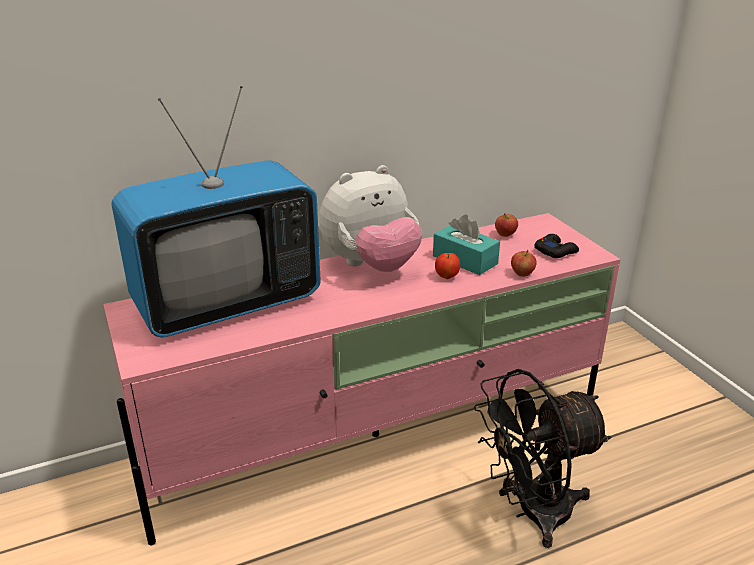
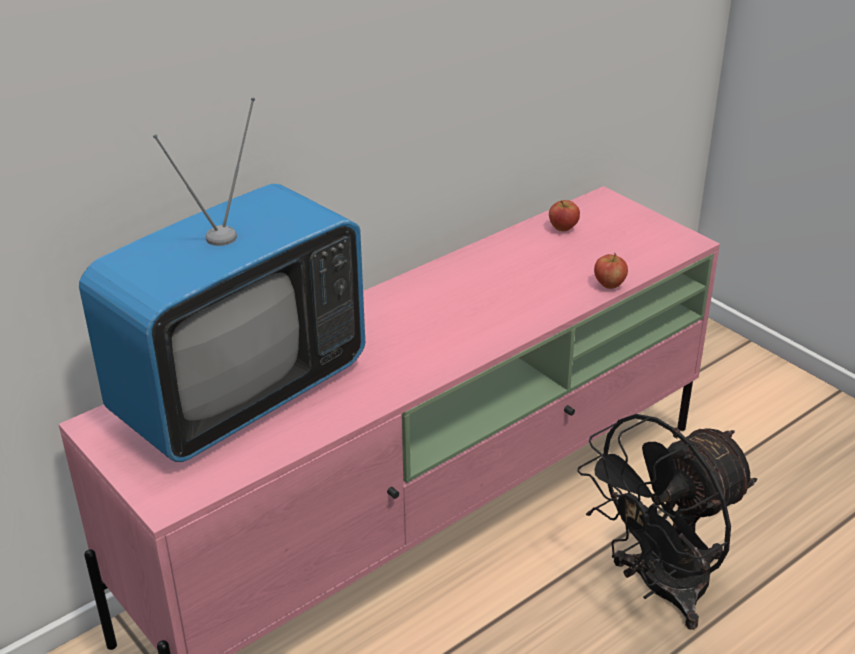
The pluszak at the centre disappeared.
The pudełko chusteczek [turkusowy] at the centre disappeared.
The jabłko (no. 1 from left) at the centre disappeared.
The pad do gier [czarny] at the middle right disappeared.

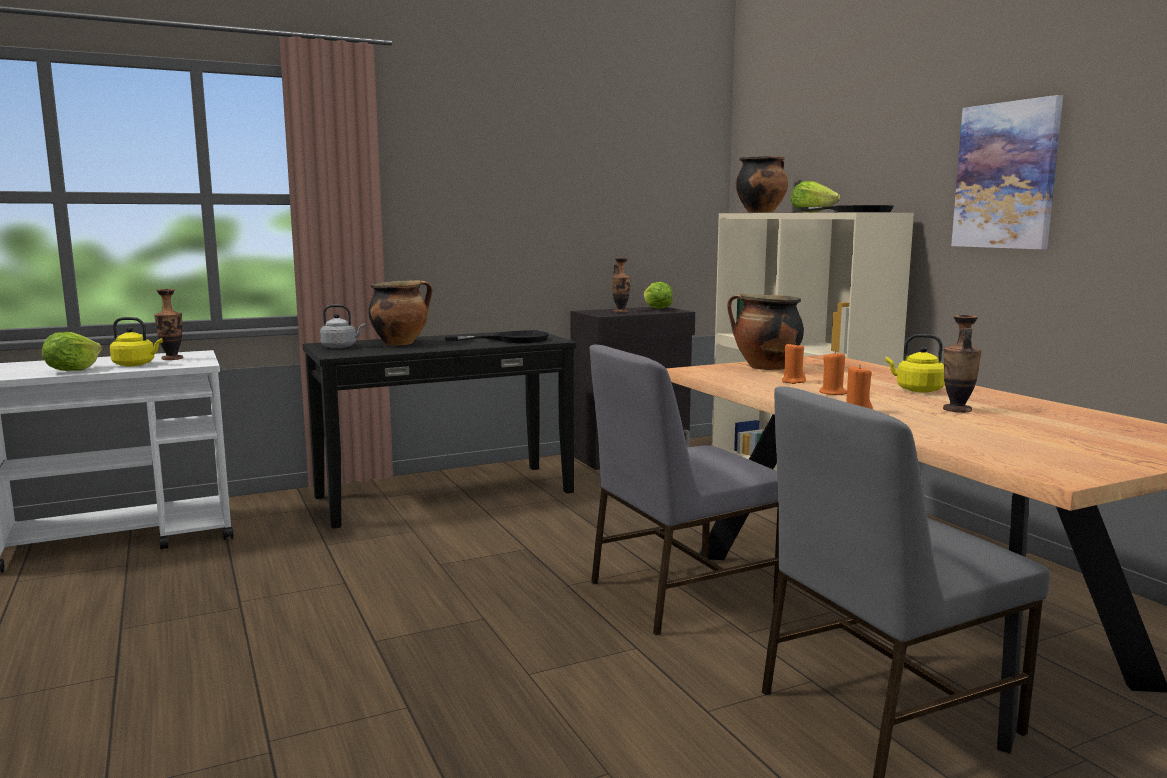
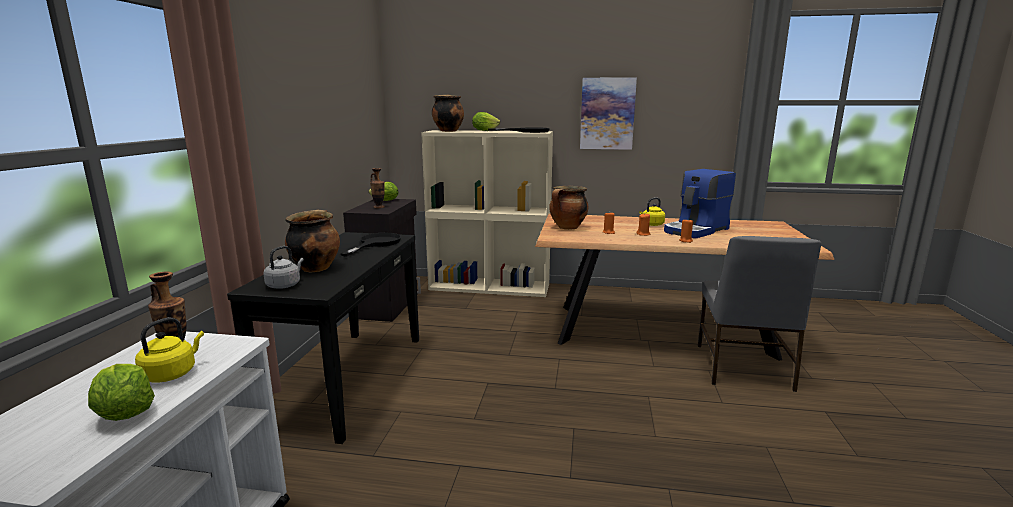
The krzesło [szary] (no. 1 from left) at the centre disappeared.
The wazon (no. 3 from left) at the middle right was replaced by the ekspres do kawy at the middle right.

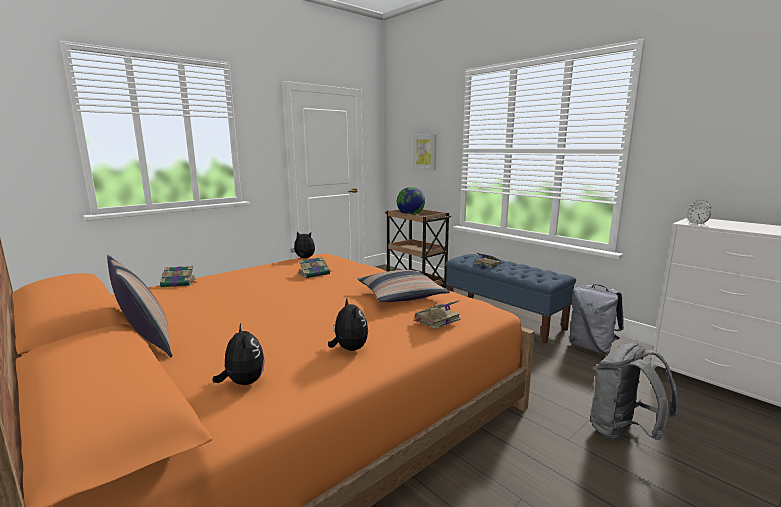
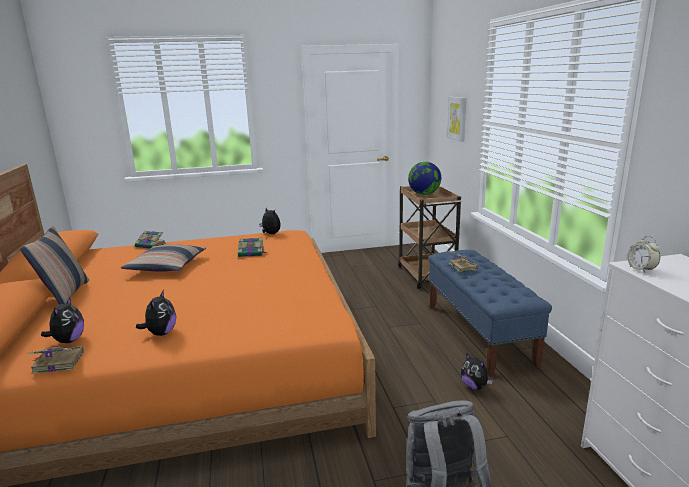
The poduszka (no. 2 from left) moved from the centre to the middle left.
The książka (no. 3 from left in the first image) moved from the centre to the bottom left.
The plecak [szary] (no. 1 from left) at the middle right disappeared.
The pluszak (no. 4 from left) at the bottom right appeared.

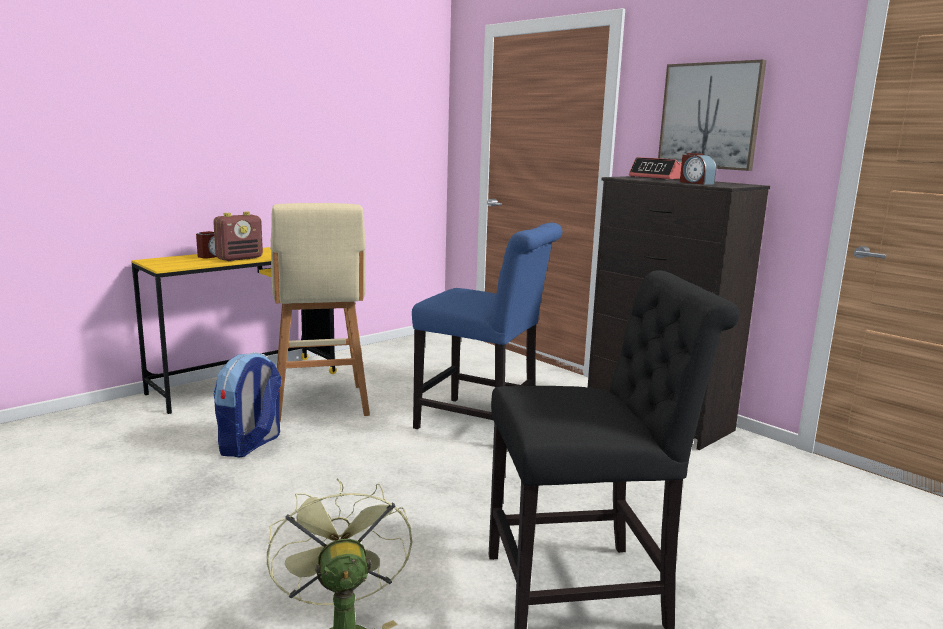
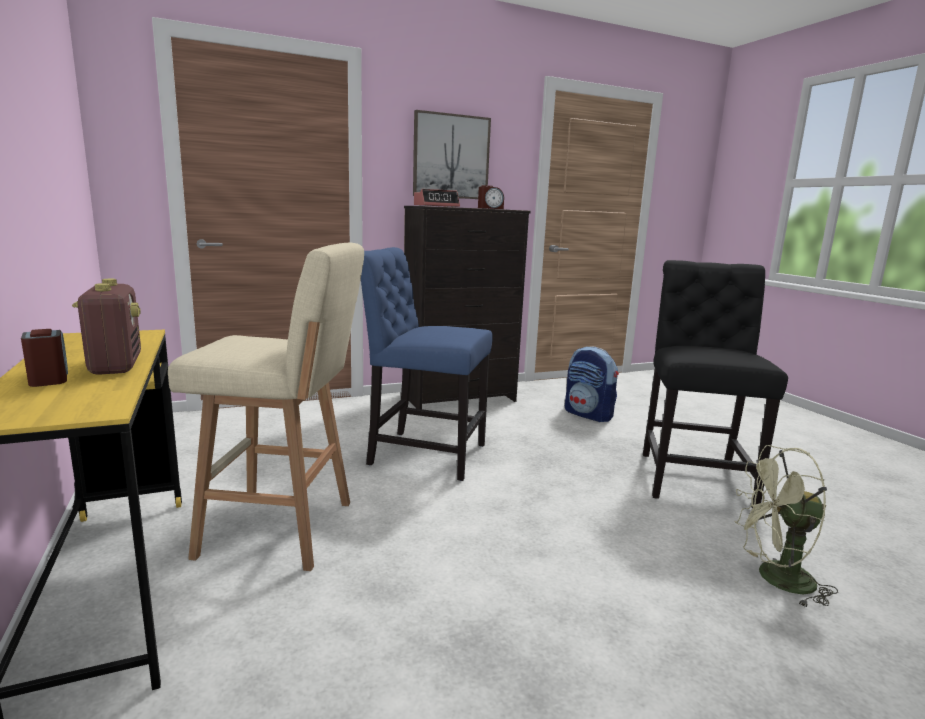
The plecak moved from the middle left to the centre.
The krzesło [niebieski] at the centre turned 120 degrees counterclockwise.

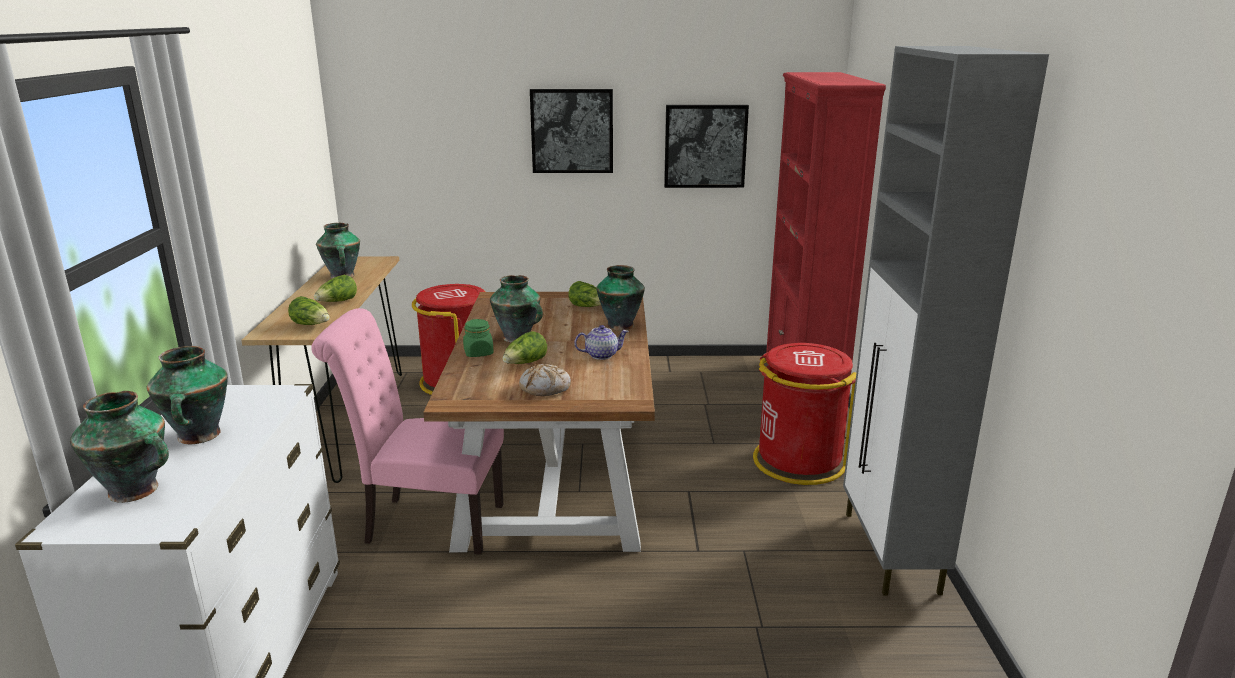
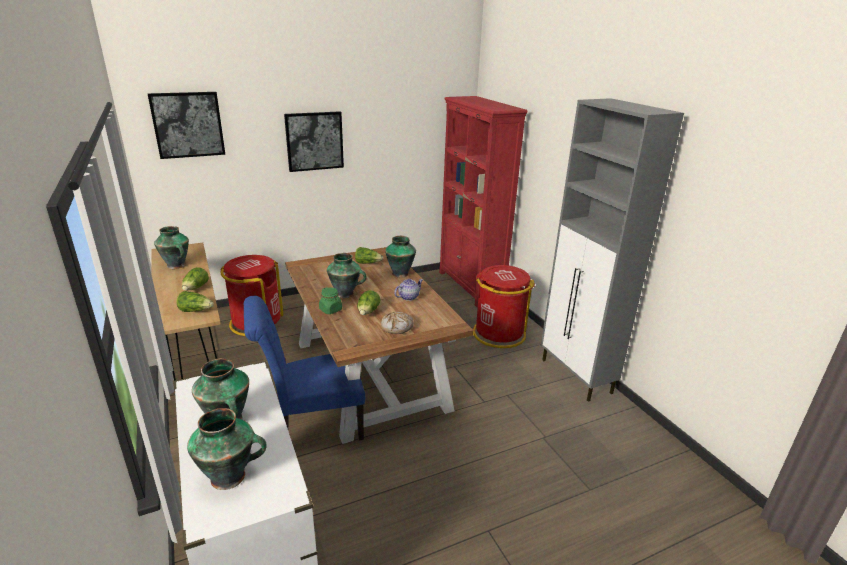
The krzesło [różowy] at the middle left became the krzesło [niebieski] at the centre.
The obraz (no. 2 from left in the first image) moved from the top centre to the top left.

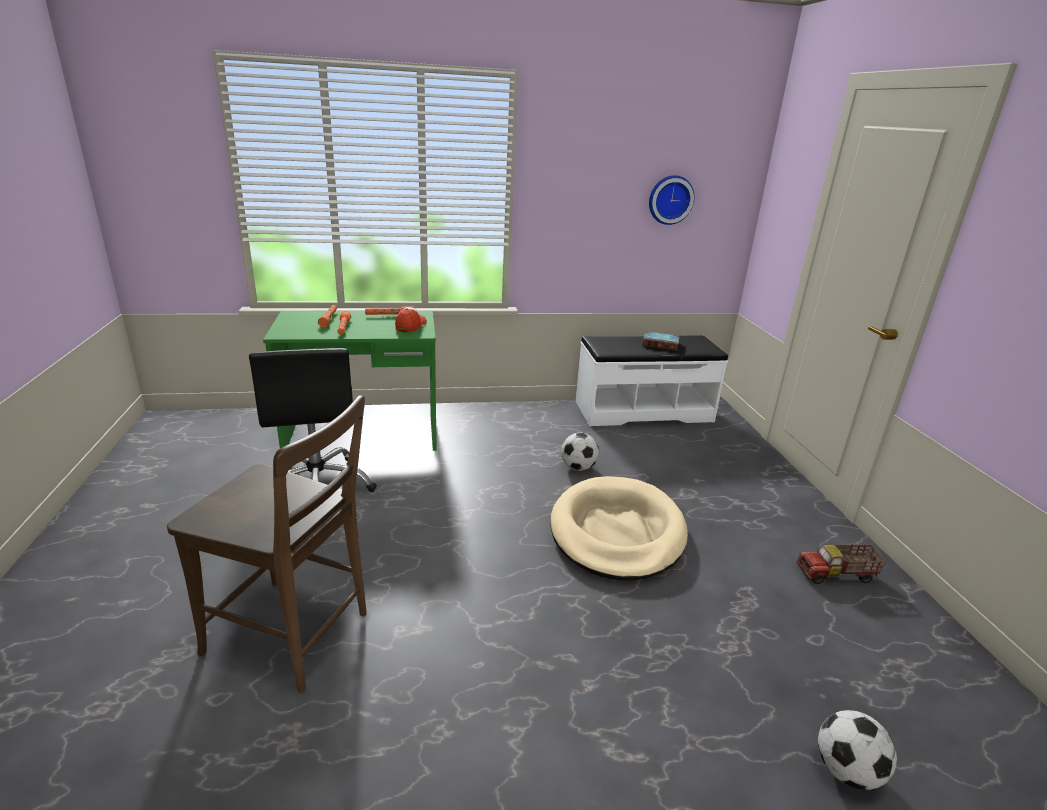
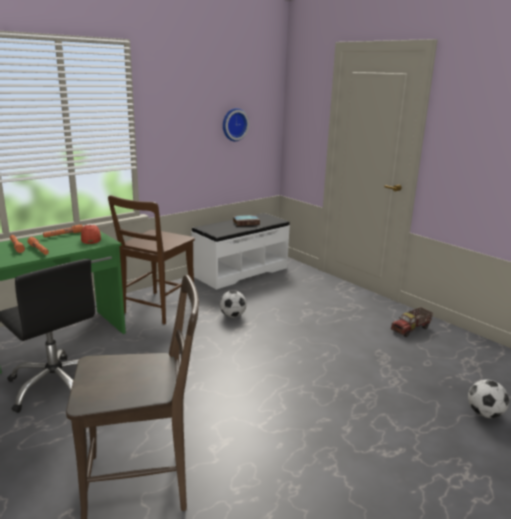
The legowisko [beżowy] at the centre disappeared.
The krzesło [brązowy] (no. 2 from left) at the middle left appeared.

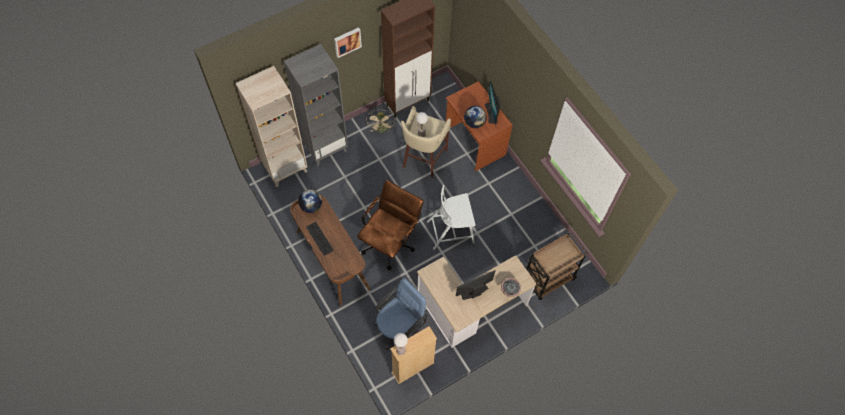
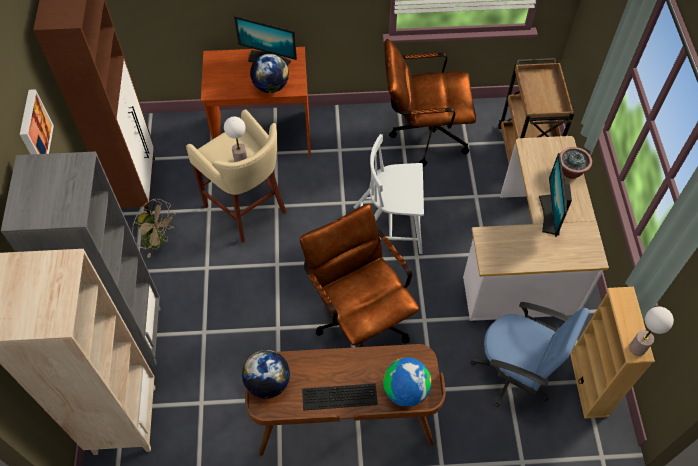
The krzesło biurowe [niebieski] at the bottom centre turned 135 degrees clockwise.
The krzesło [biały] at the centre turned 75 degrees clockwise.
The globus (no. 3 from left) at the bottom centre appeared.
The krzesło biurowe [brązowy] (no. 2 from left) at the top centre appeared.

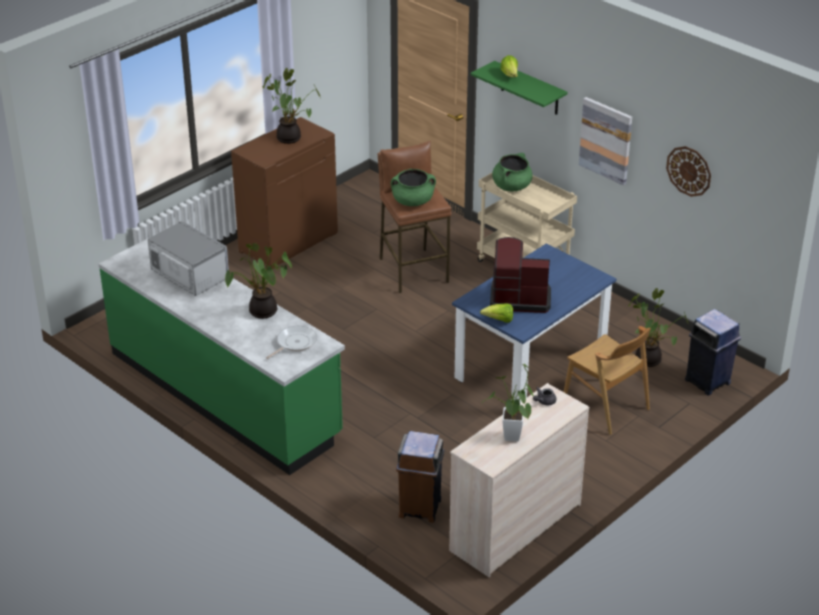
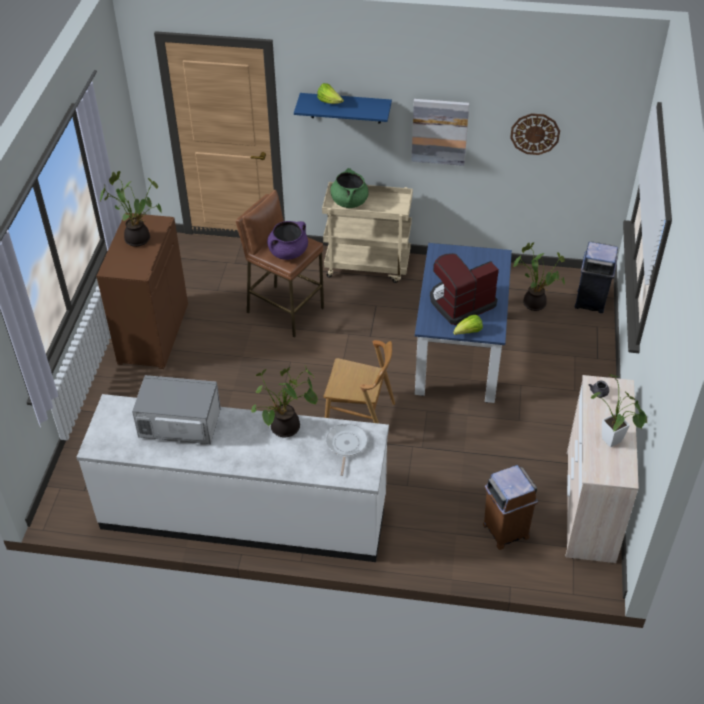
The zabudowa kuchenna [zielony] at the middle left became the zabudowa kuchenna [biały] at the bottom left.
The garnek [zielony] (no. 1 from left) at the top centre became the garnek [fioletowy] at the centre.
The półka [zielony] at the top centre became the półka [niebieski] at the top centre.
The krzesło [brązowy] moved from the middle right to the centre.

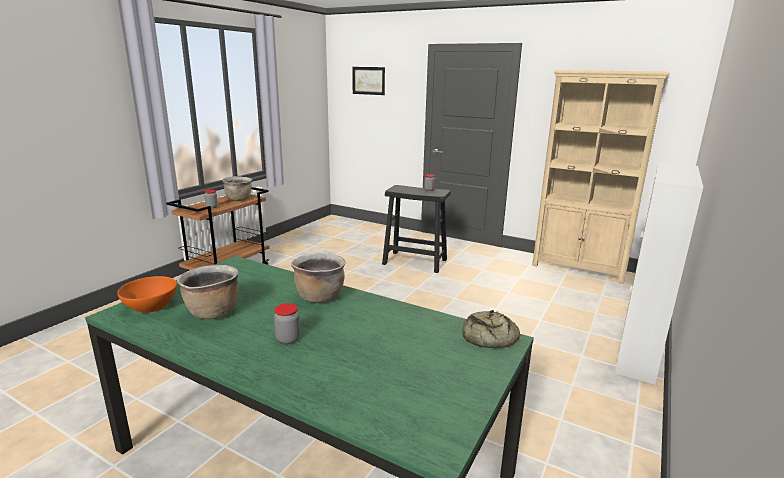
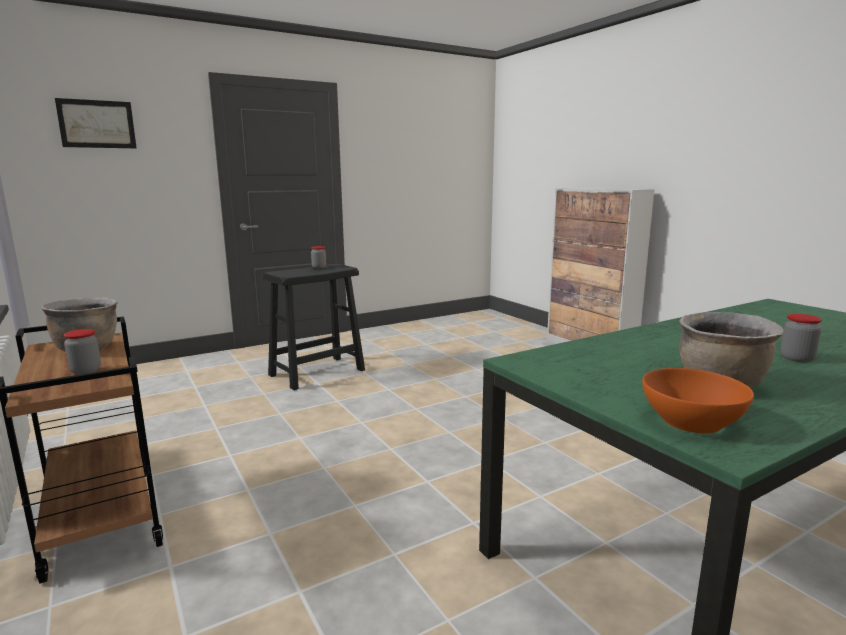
The garnek [brązowy] (no. 3 from left) at the centre disappeared.
The chleb at the bottom centre disappeared.
The regał [beżowy] at the middle right disappeared.

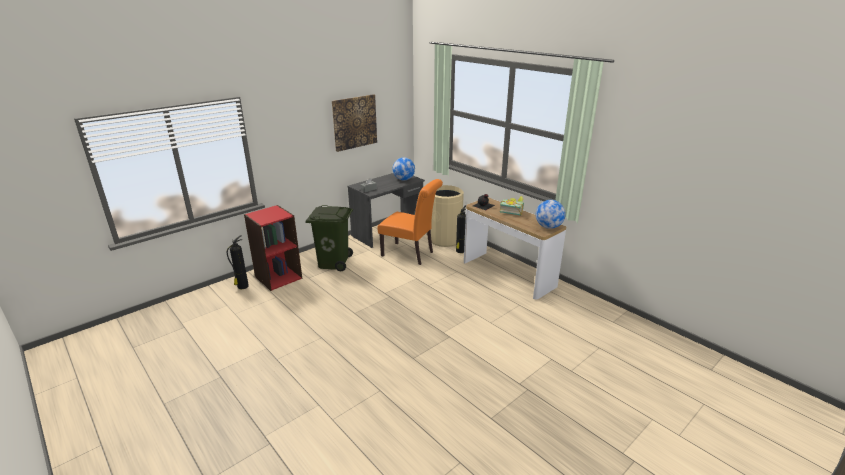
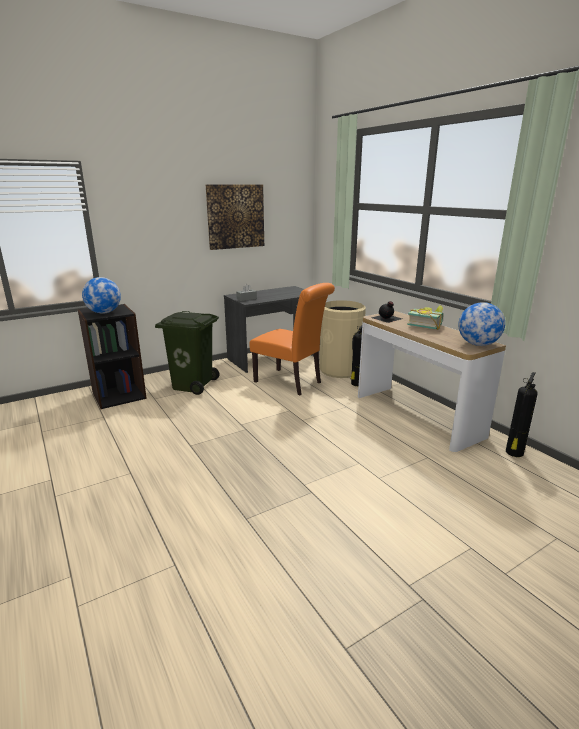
The gaśnica (no. 1 from left in the first image) moved from the middle left to the middle right.
The regał [czerwony] at the middle left became the regał [czarny] at the middle left.
The globus (no. 1 from left) moved from the centre to the middle left.

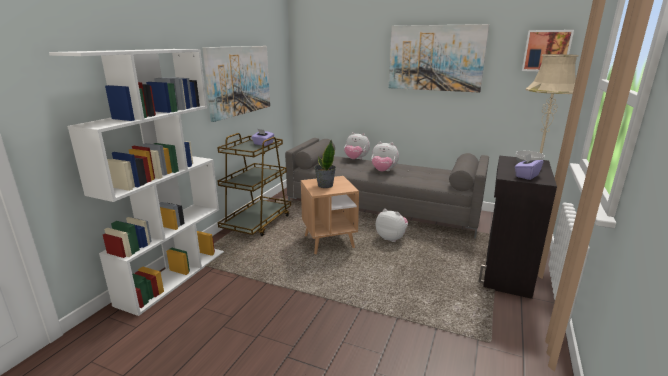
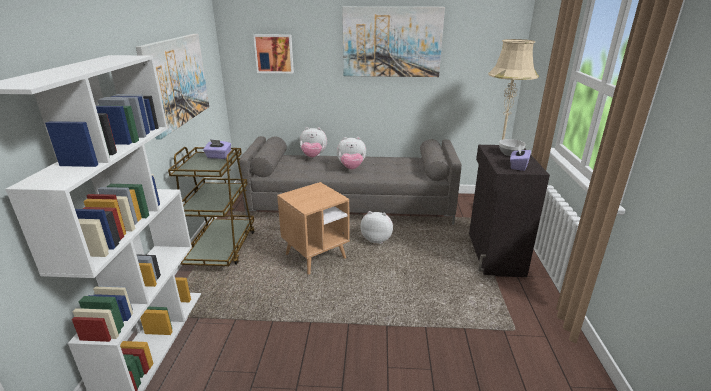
The roślina doniczkowa at the centre disappeared.
The obraz (no. 3 from left in the first image) moved from the top right to the top centre.

